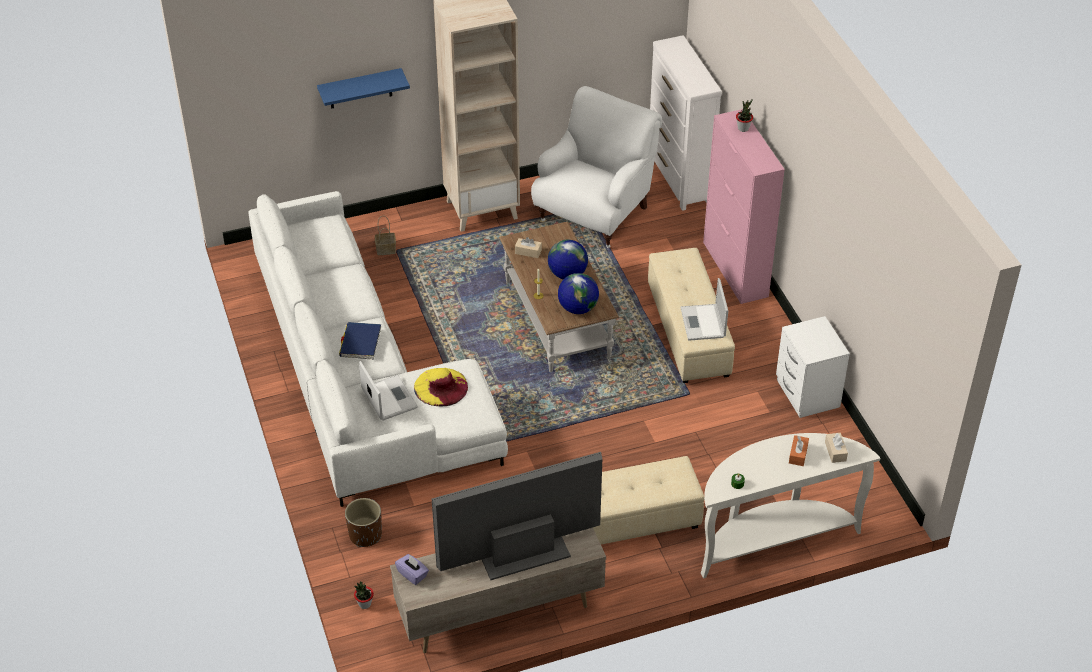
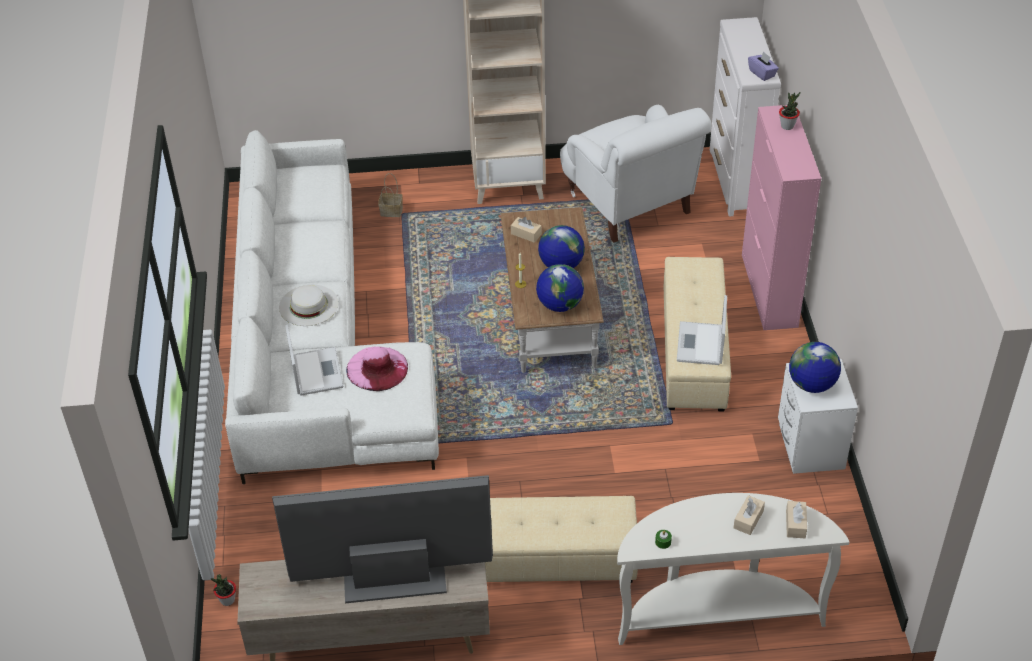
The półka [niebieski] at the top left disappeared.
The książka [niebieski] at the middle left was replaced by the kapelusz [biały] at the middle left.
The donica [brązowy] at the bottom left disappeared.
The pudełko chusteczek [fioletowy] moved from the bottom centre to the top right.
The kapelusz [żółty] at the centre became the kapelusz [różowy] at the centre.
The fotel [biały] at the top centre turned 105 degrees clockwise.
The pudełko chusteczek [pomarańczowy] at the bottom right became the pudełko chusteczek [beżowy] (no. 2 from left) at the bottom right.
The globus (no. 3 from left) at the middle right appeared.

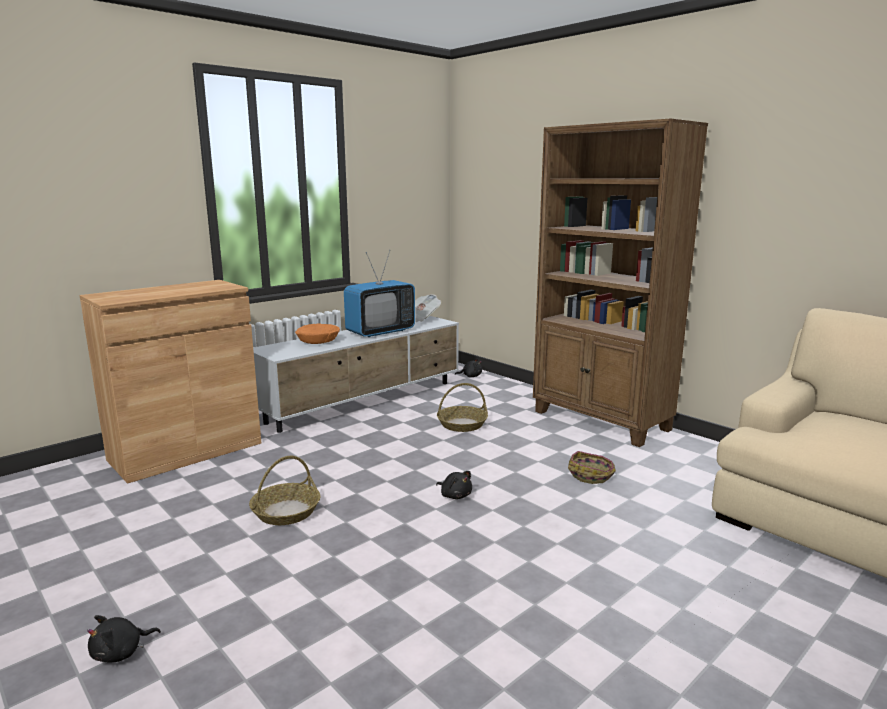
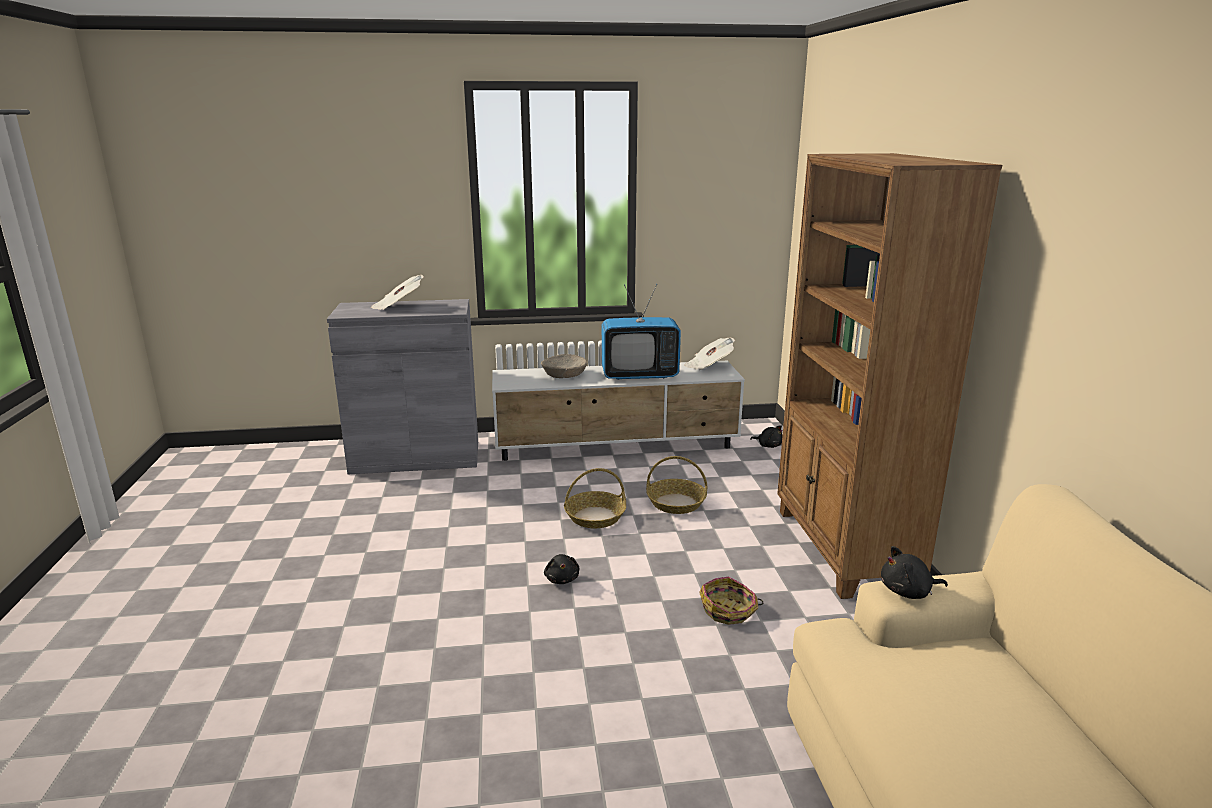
The szafka [brązowy] at the middle left became the szafka [szary] at the middle left.
The pluszak [czarny] (no. 1 from left in the first image) moved from the bottom left to the bottom right.
The koszyk (no. 1 from left) moved from the bottom left to the centre.
The miska [pomarańczowy] at the centre became the miska [beżowy] at the centre.
The gazeta (no. 1 from left) at the middle left appeared.

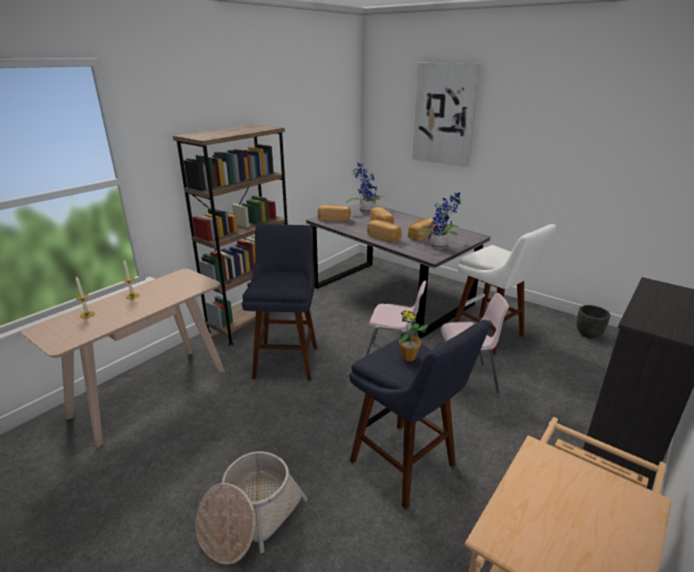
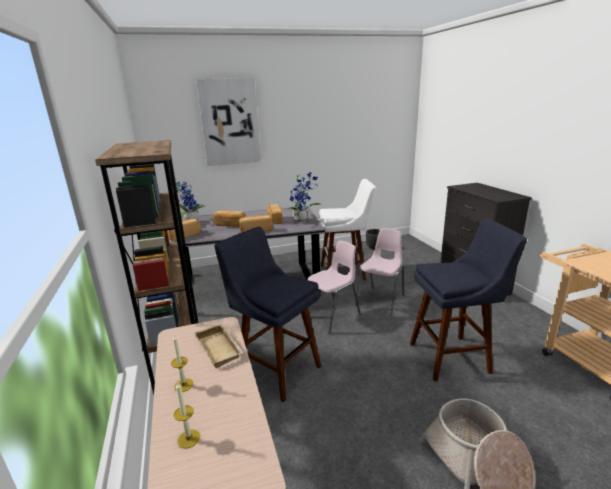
The roślina doniczkowa (no. 2 from left) at the centre disappeared.
The taca [beżowy] at the bottom centre appeared.

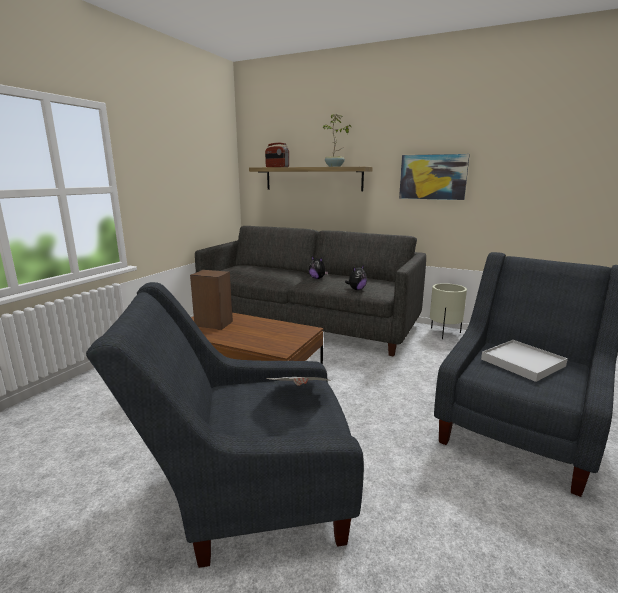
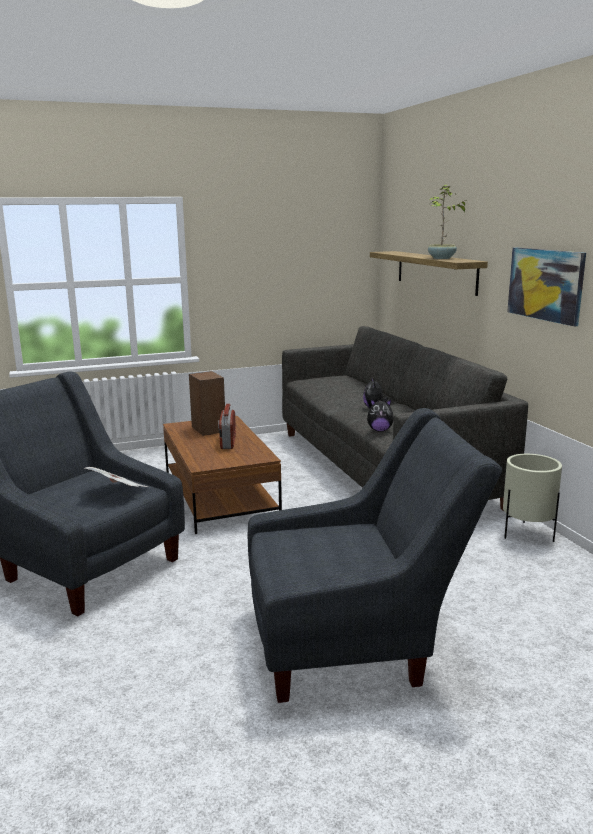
The radio moved from the top centre to the centre.
The taca [biały] at the middle right disappeared.

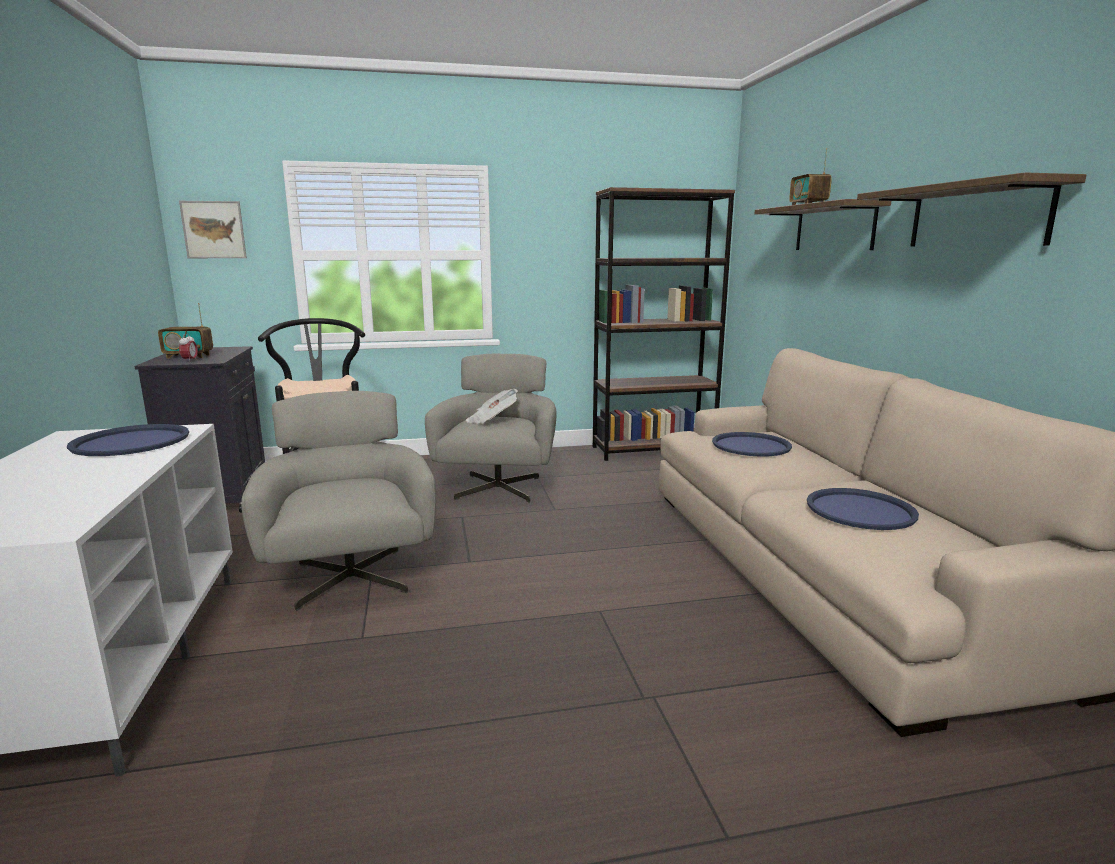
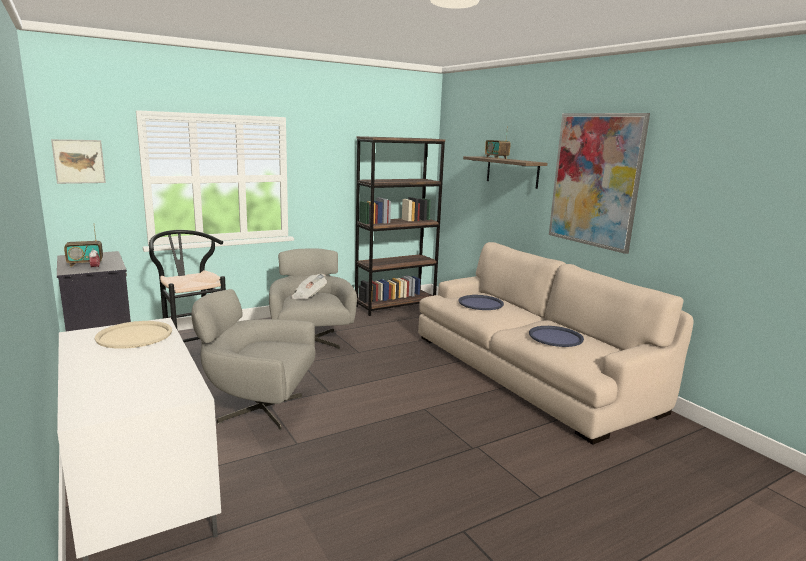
The taca [niebieski] (no. 1 from left) at the middle left became the taca [beżowy] at the middle left.
The fotel [szary] (no. 1 from left) at the middle left turned 45 degrees counterclockwise.
The półka (no. 2 from left) at the top right was replaced by the obraz (no. 2 from left) at the top right.

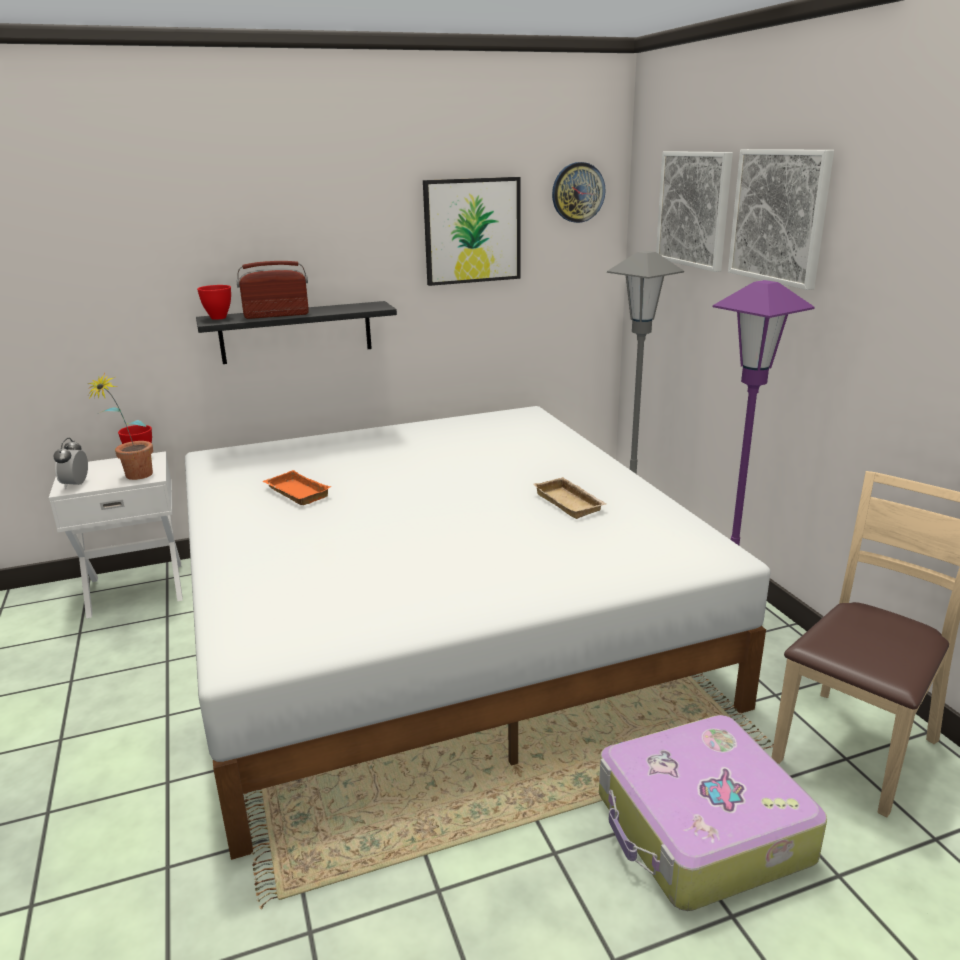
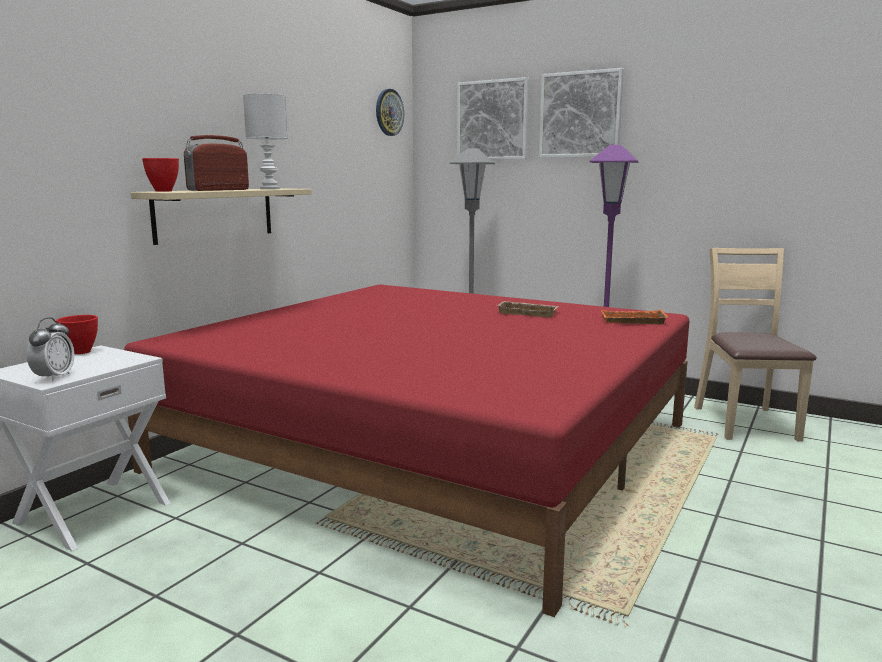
The budzik at the middle left turned 135 degrees counterclockwise.
The roślina doniczkowa at the middle left disappeared.
The łóżko [biały] at the centre became the łóżko [czerwony] at the bottom centre.
The półka [czarny] at the middle left became the półka [beżowy] at the top left.
The taca [pomarańczowy] moved from the middle left to the middle right.
The obraz (no. 1 from left) at the top centre disappeared.
The walizka at the bottom right disappeared.
The lampa stołowa [biały] at the top left appeared.

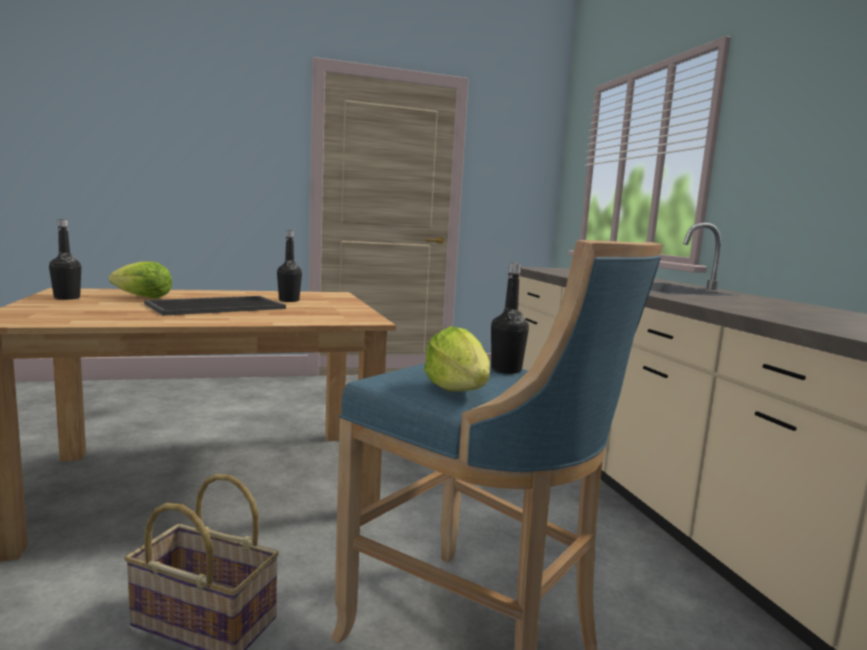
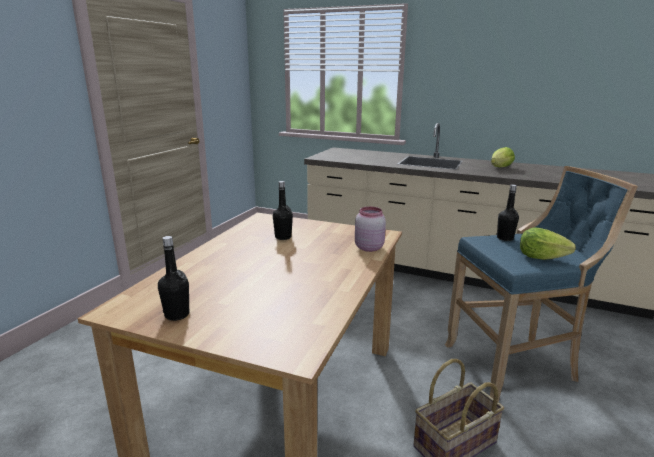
The sałata (no. 1 from left) moved from the middle left to the middle right.
The taca at the middle left disappeared.
The słoik [różowy] at the centre appeared.

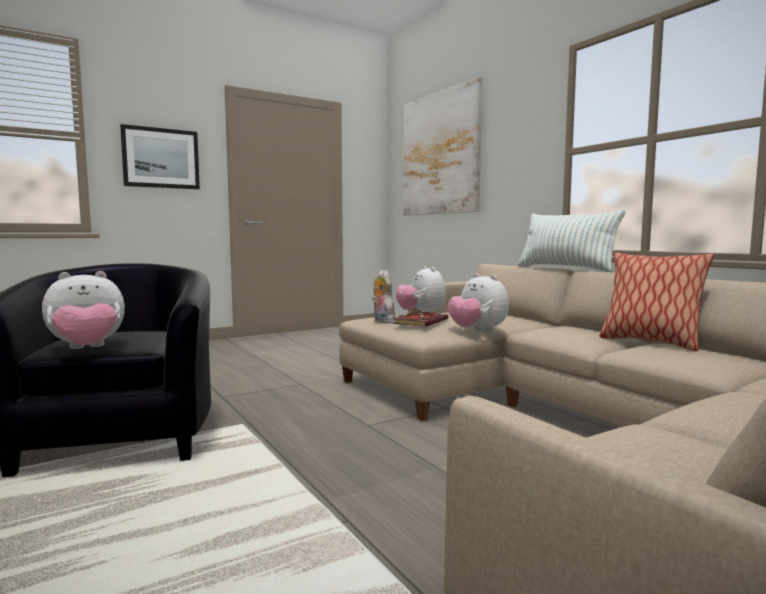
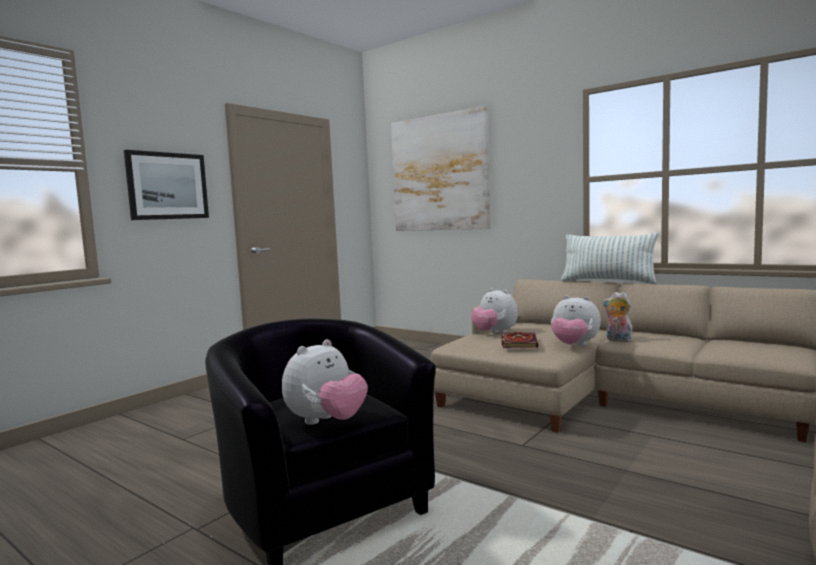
The pluszak (no. 2 from left in the first image) moved from the centre to the middle right.
The poduszka (no. 2 from left) at the middle right disappeared.

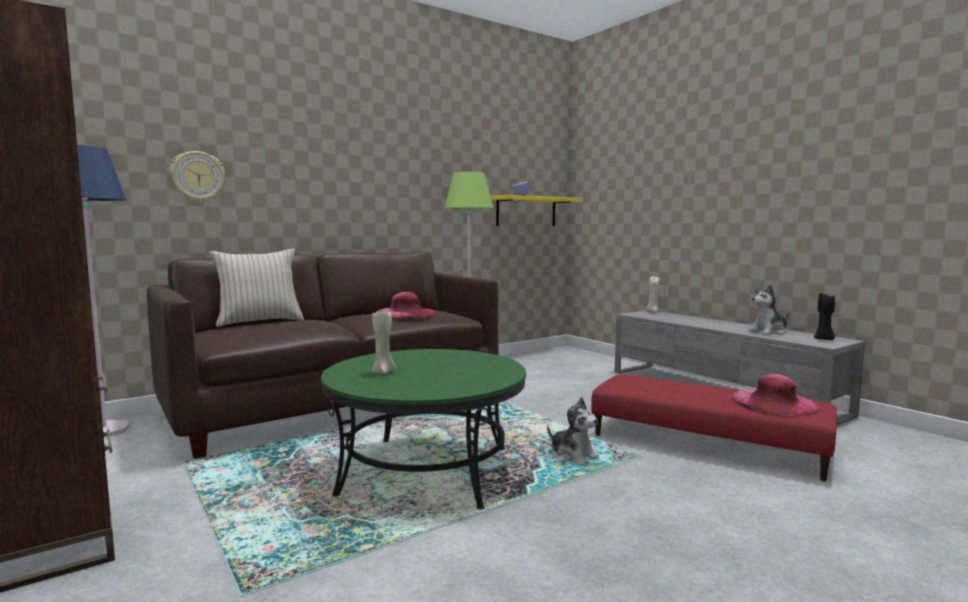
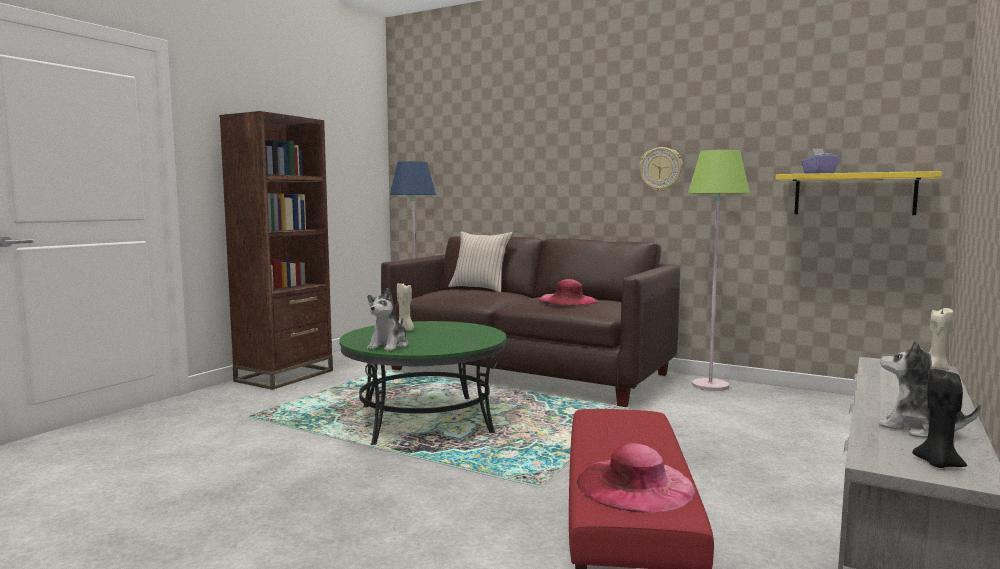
The zegar ścienny moved from the top left to the top centre.
The pluszak (no. 1 from left) moved from the bottom centre to the centre.

